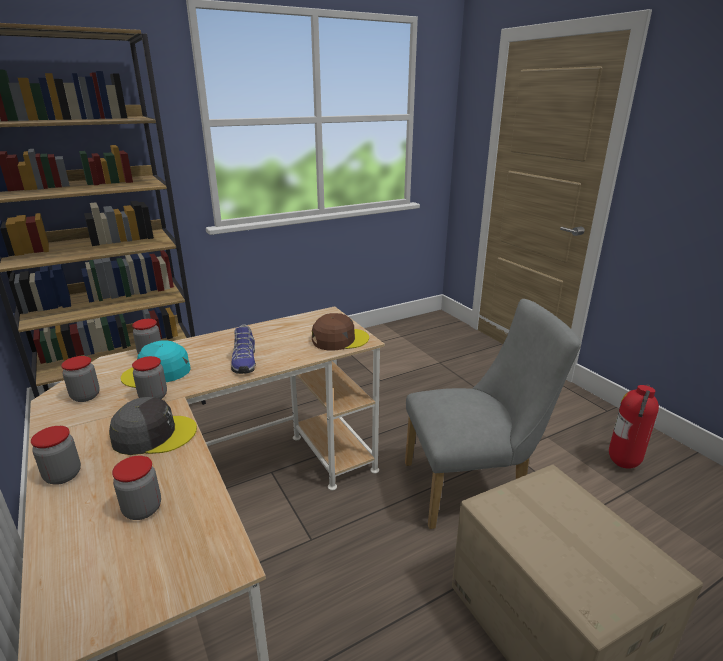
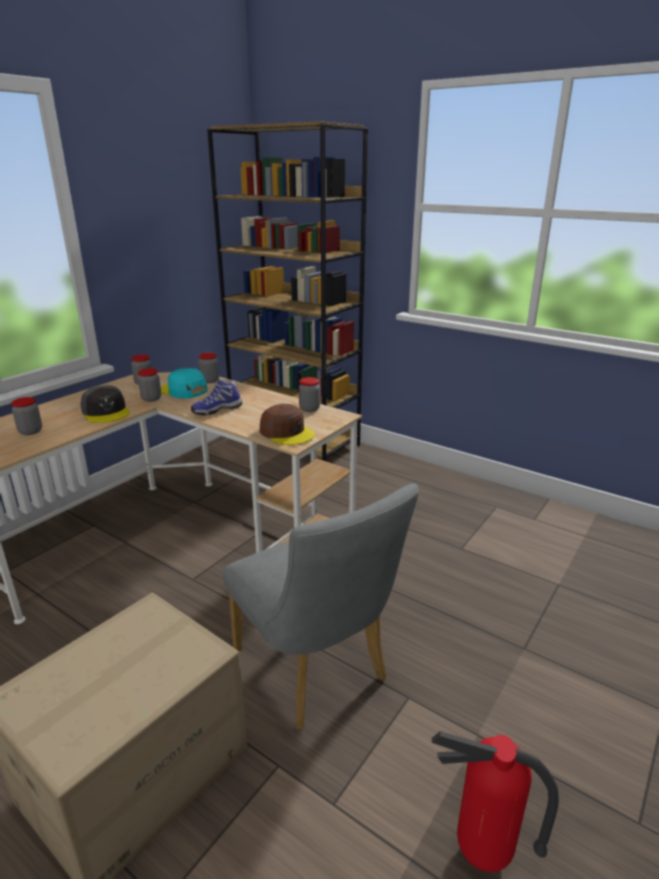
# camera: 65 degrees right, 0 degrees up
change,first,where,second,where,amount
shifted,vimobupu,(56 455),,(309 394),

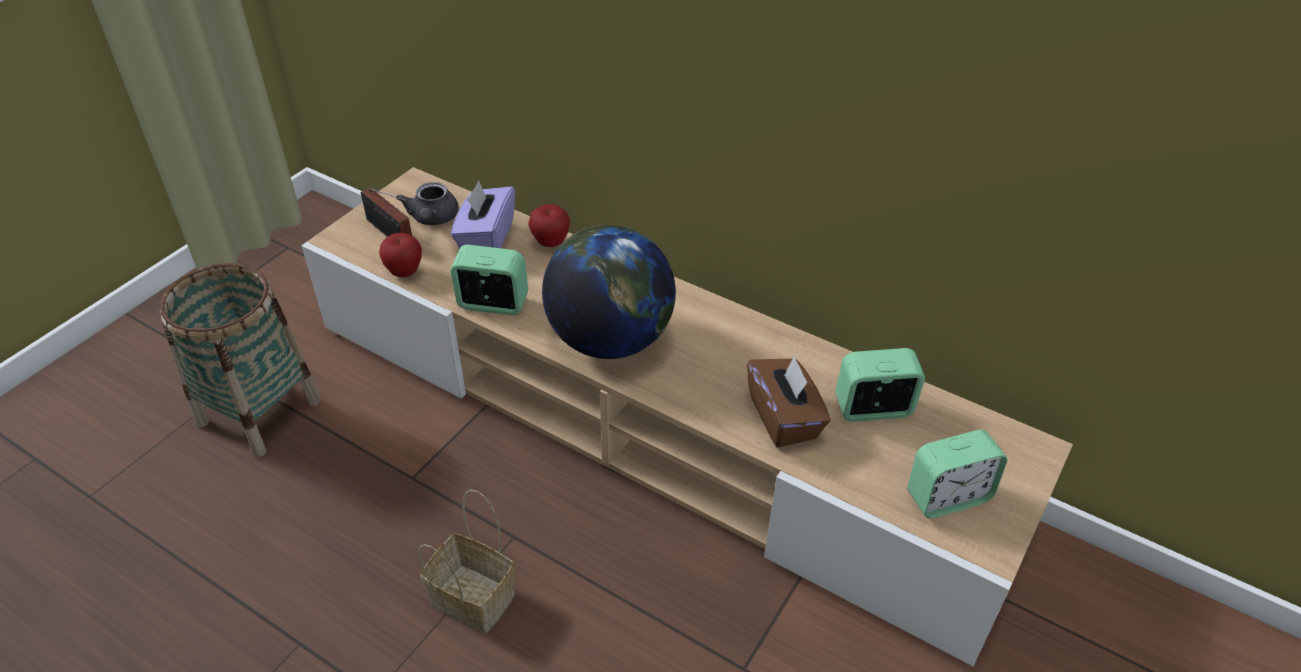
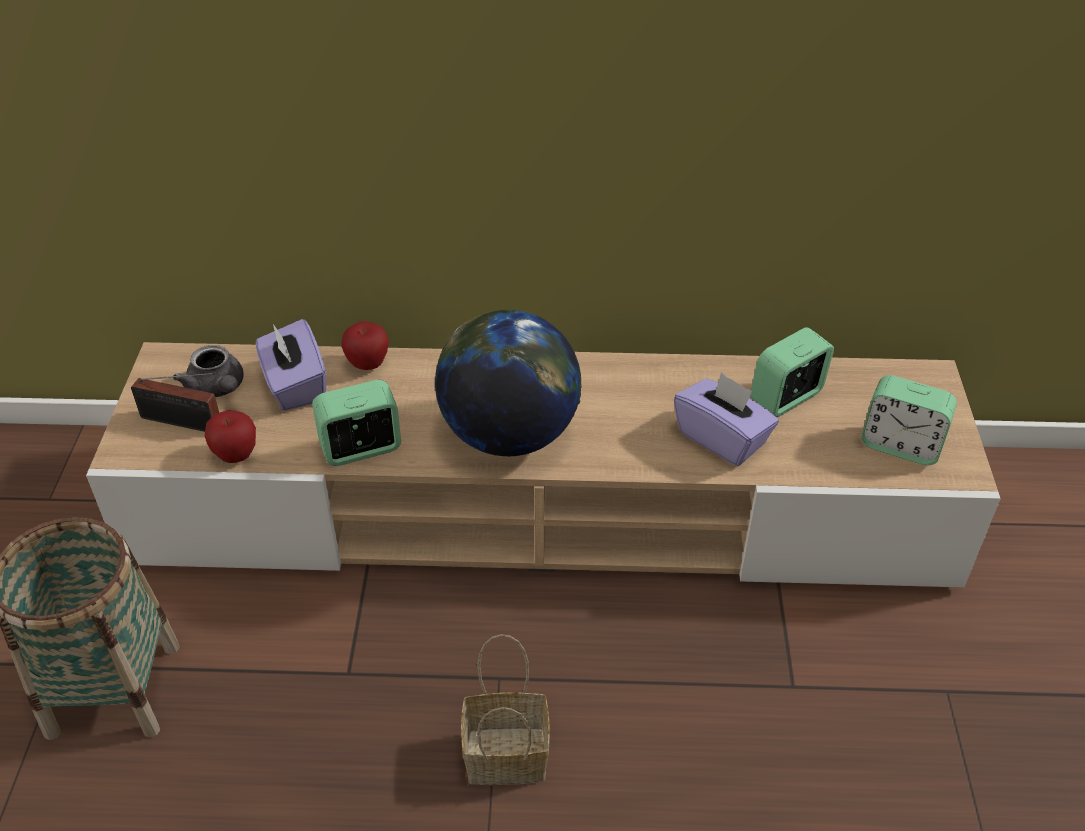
# camera: 30 degrees left, 0 degrees up
change,first,where,second,where,amount
repainted,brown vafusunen,(788 401),purple vafusunen,(726 419),
rotated,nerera,(957 474),,(909 420),75 degrees clockwise

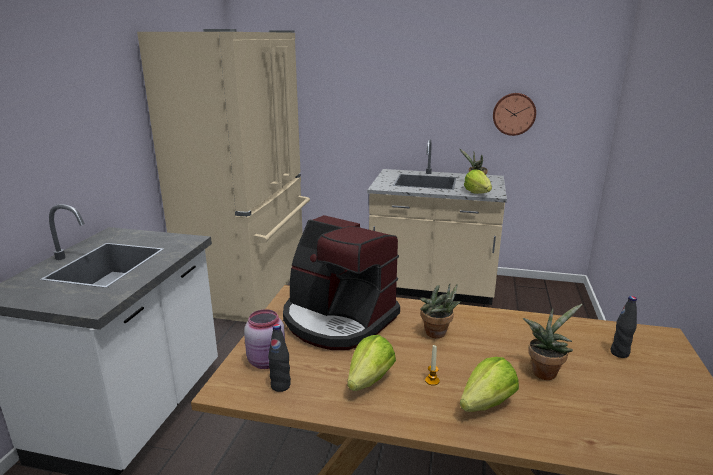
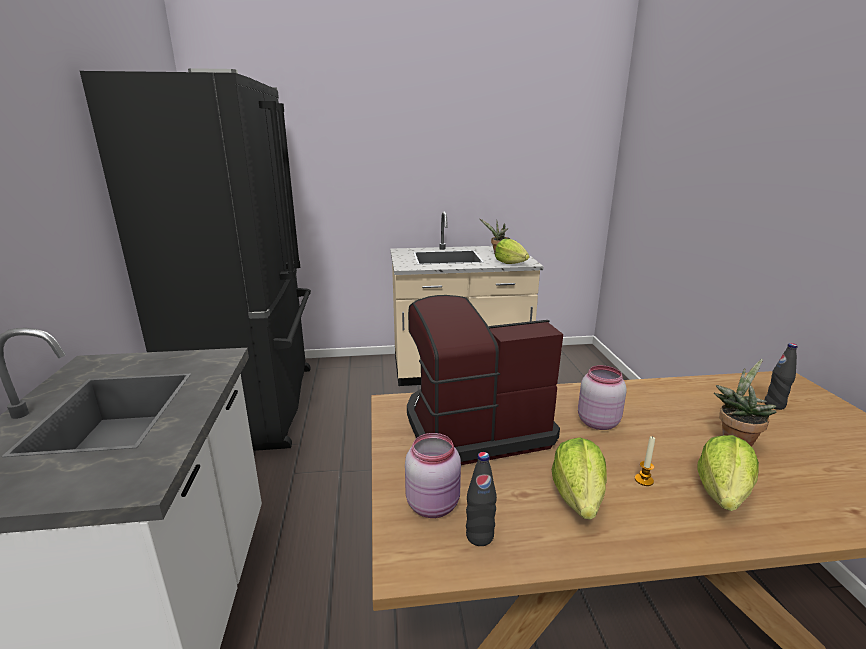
# camera: 20 degrees left, 0 degrees up
change,first,where,second,where,amount
gone,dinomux,(514 114),,,
swapped,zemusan,(440 311),pink vimobupu,(602 397),
repainted,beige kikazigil,(223 175),black kikazigil,(195 259),
rotated,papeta,(341 282),,(485 380),150 degrees clockwise

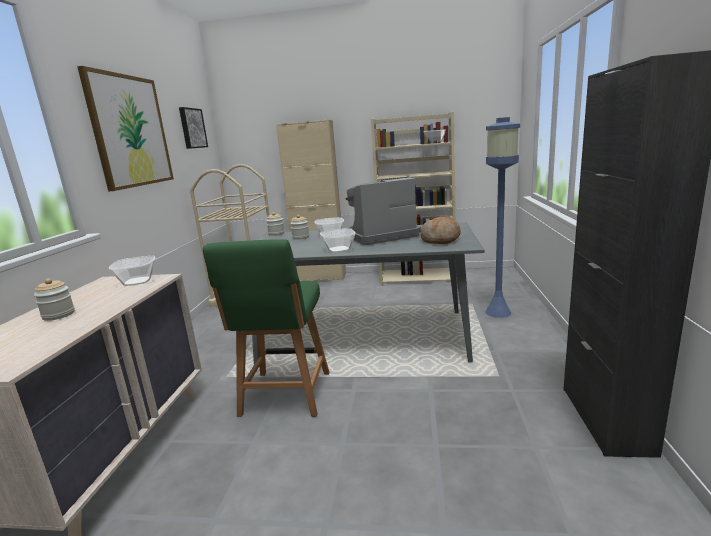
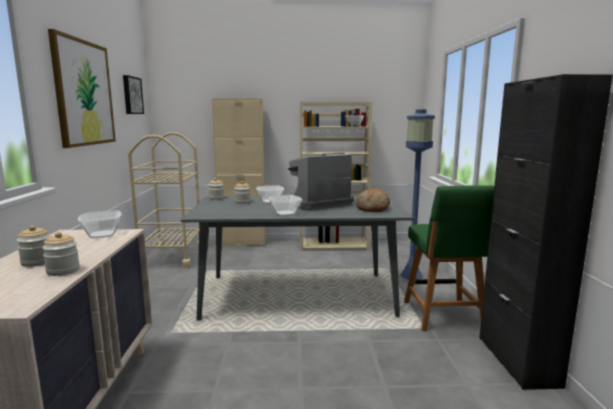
# camera: 10 degrees left, 5 degrees down
change,first,where,second,where,amount
new,,,vimobupu,(61 254),
shifted,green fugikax,(266 328),,(449 258),

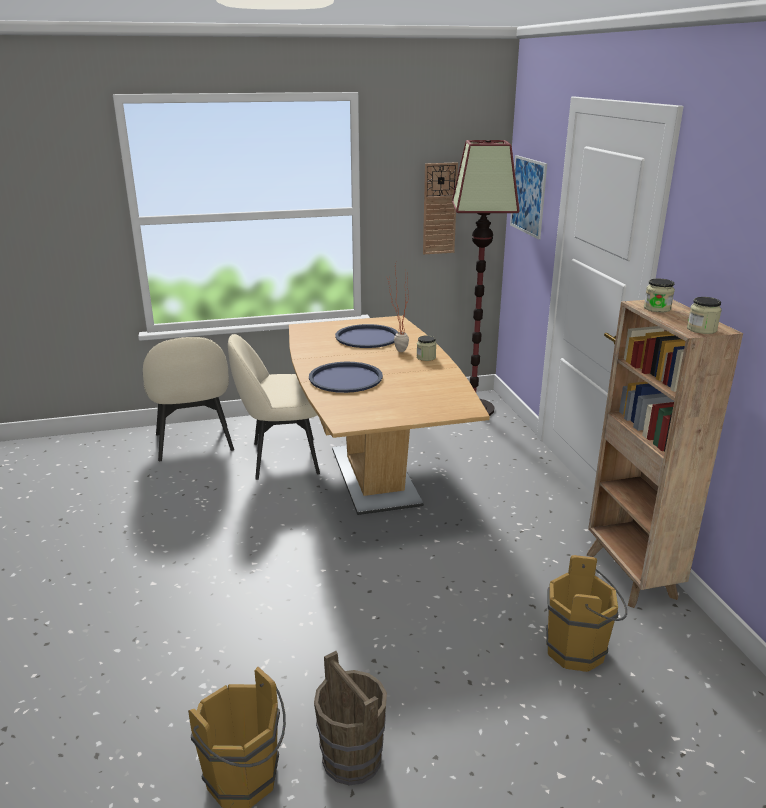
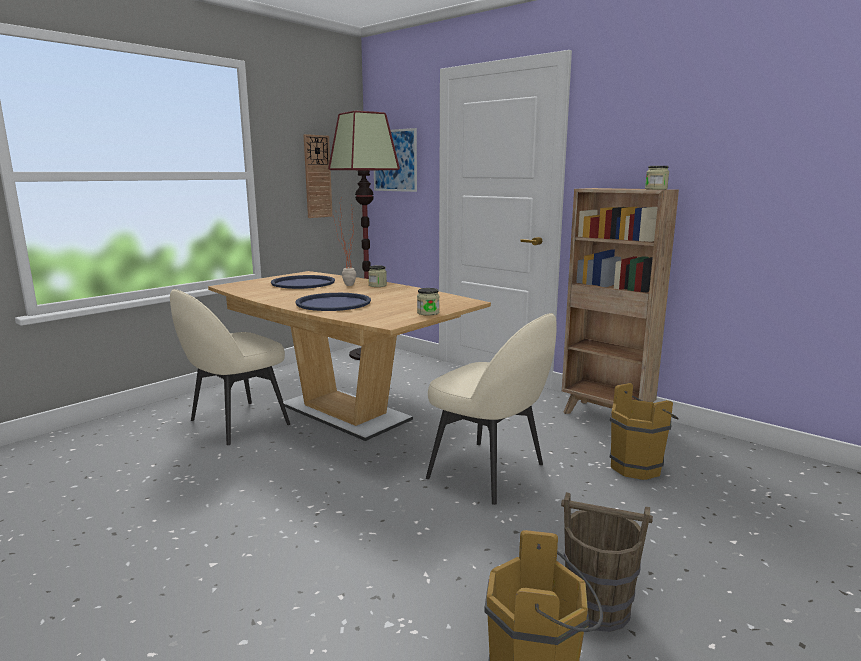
# camera: 35 degrees left, 10 degrees down
change,first,where,second,where,amount
shifted,beige fugikax,(188 399),,(491 409),
shifted,vimobupu,(659 295),,(428 301),

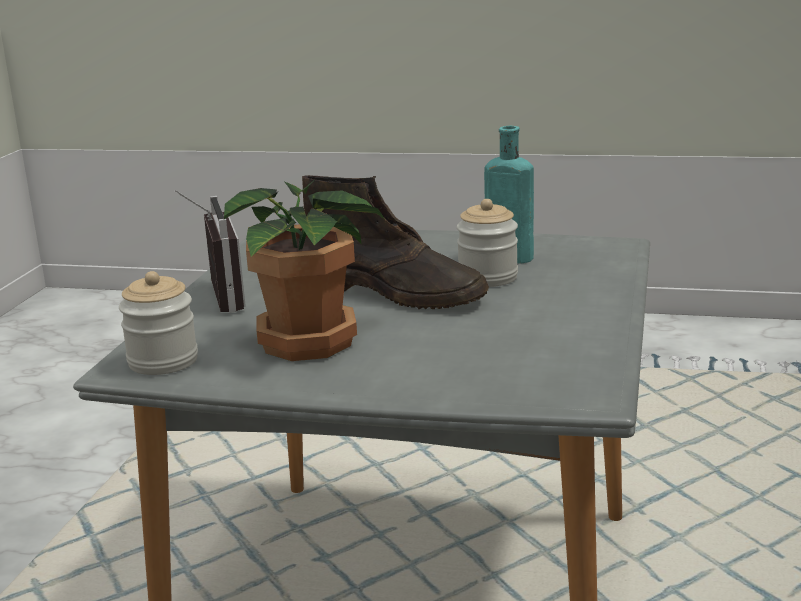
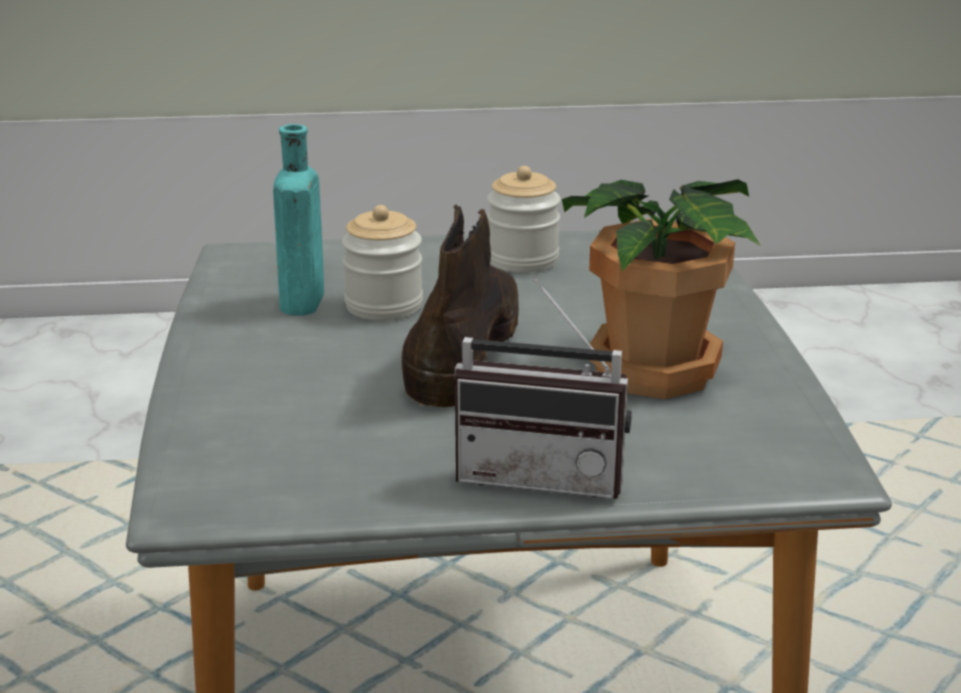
# camera: 110 degrees left, 5 degrees up
change,first,where,second,where,amount
shifted,vimobupu,(158 323),,(524 219),
rotated,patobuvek,(210 251),,(543 389),135 degrees counterclockwise

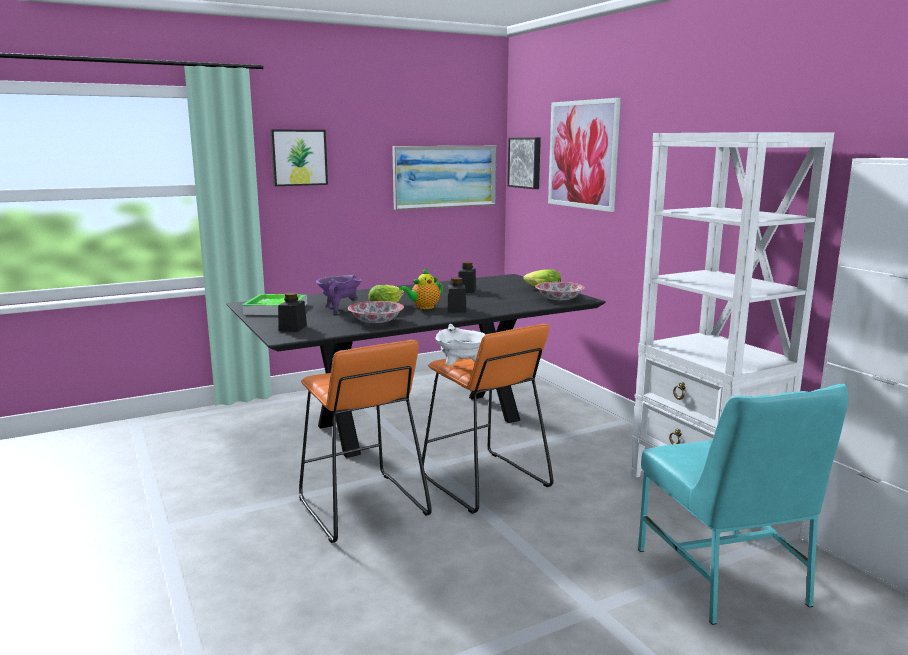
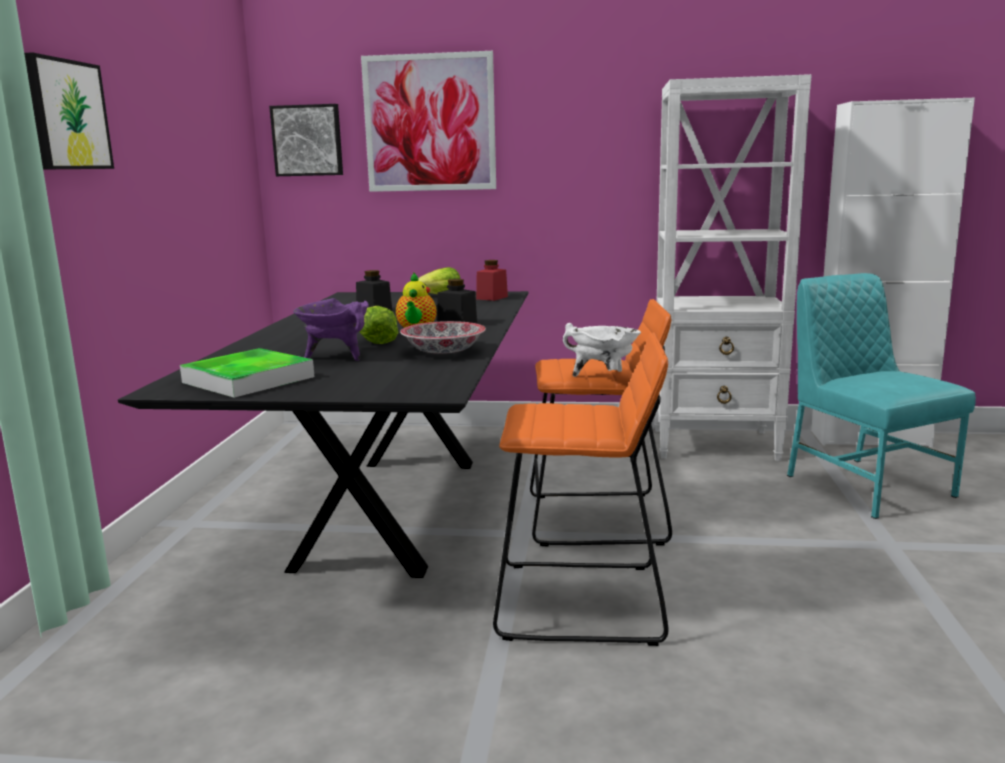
# camera: 55 degrees left, 0 degrees up
change,first,where,second,where,amount
gone,black vimobupu,(292 312),,,
gone,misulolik,(444 178),,,
swapped,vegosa,(560 291),red vimobupu,(492 280),
rotated,turquoise fugikax,(743 504),,(881 396),135 degrees counterclockwise

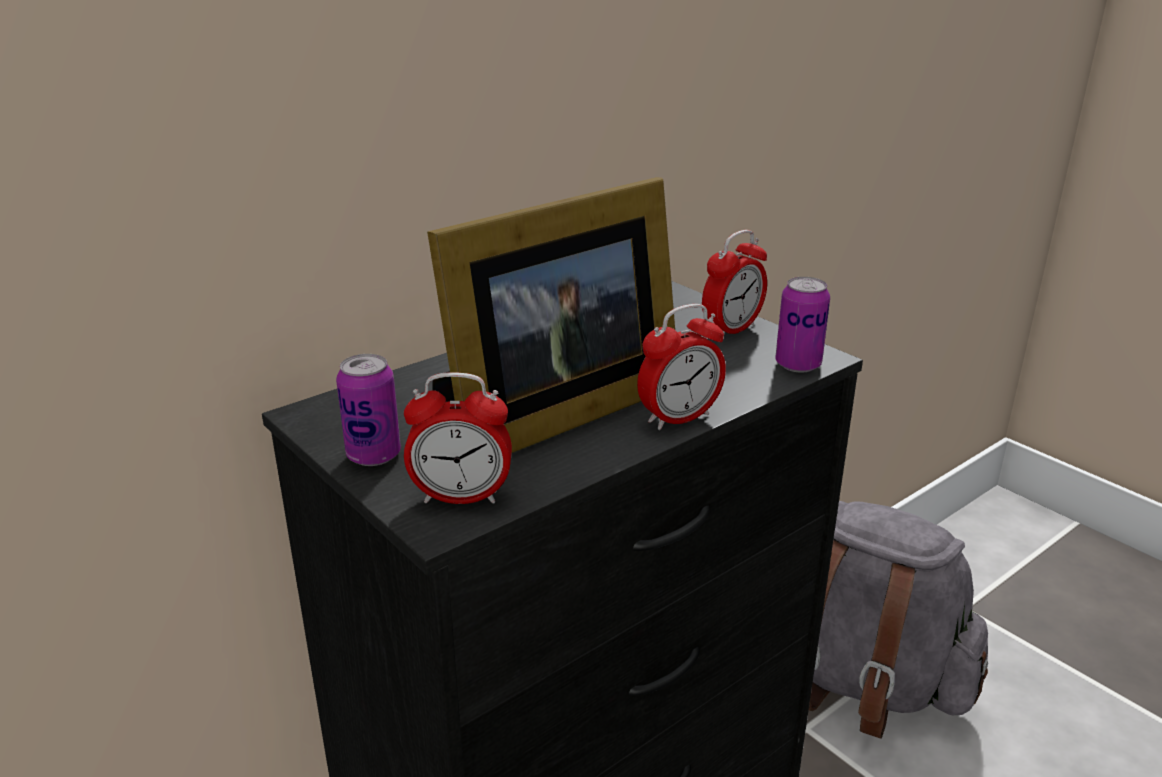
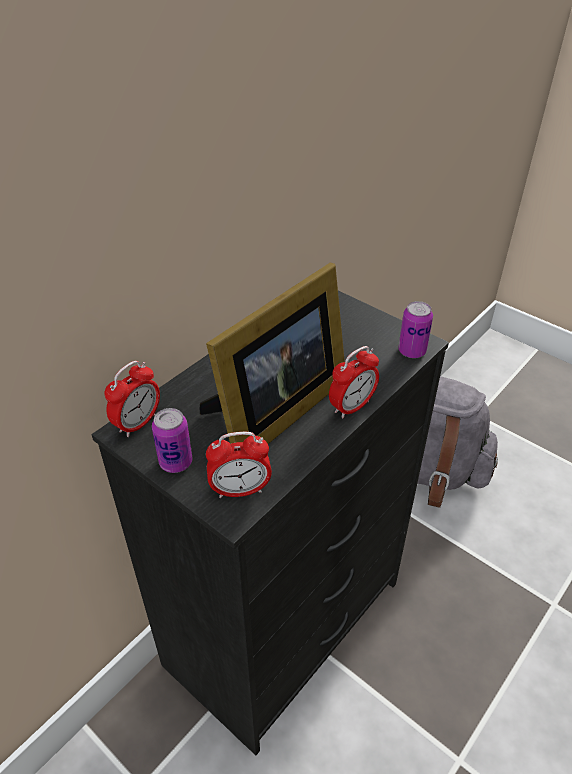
# camera: 10 degrees left, 15 degrees up
change,first,where,second,where,amount
shifted,nerera,(734 282),,(132 399),

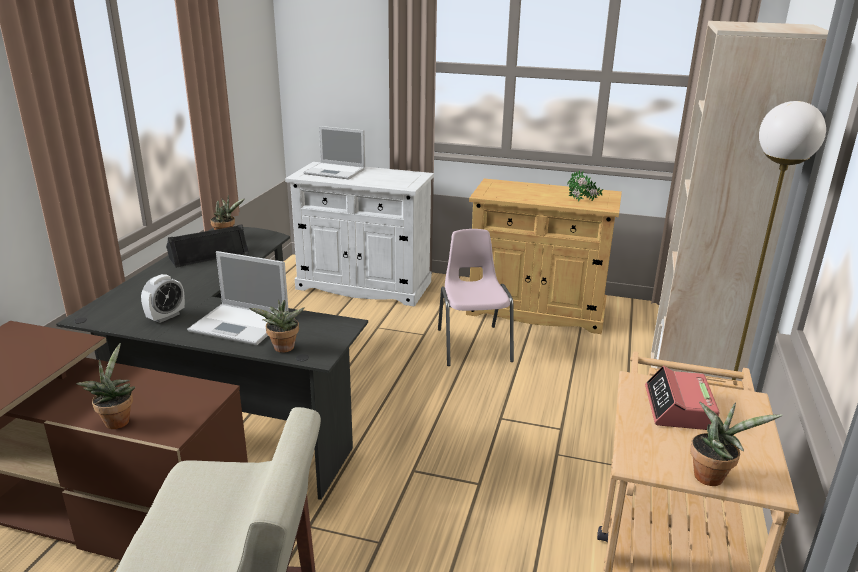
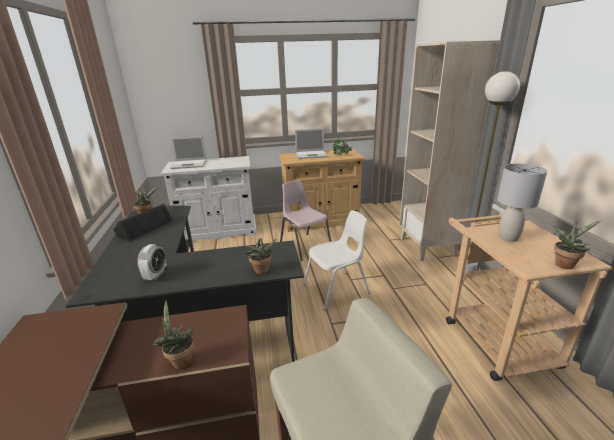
# camera: 25 degrees left, 0 degrees up
change,first,where,second,where,amount
new,,,white fugikax,(336 260),
shifted,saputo,(238 298),,(311 143),
swapped,nerera,(682 398),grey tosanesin,(522 203),

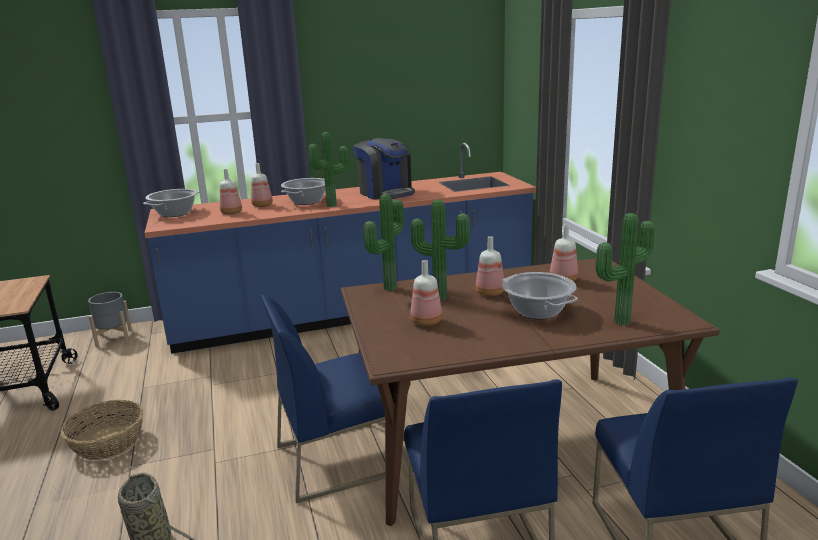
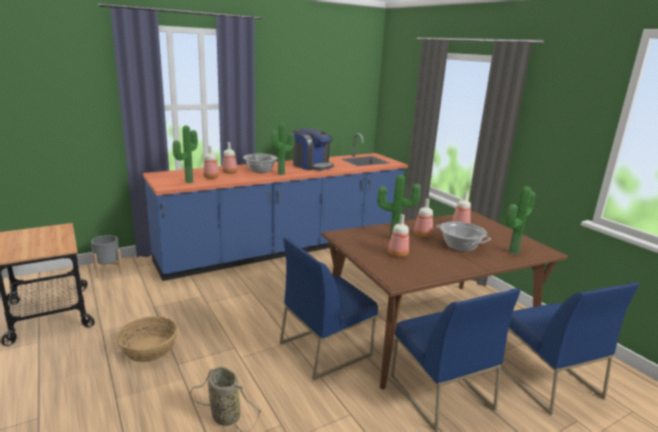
# camera: 15 degrees left, 0 degrees up
change,first,where,second,where,amount
gone,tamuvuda,(171 203),,,
shifted,zemusan,(384 242),,(185 154),

